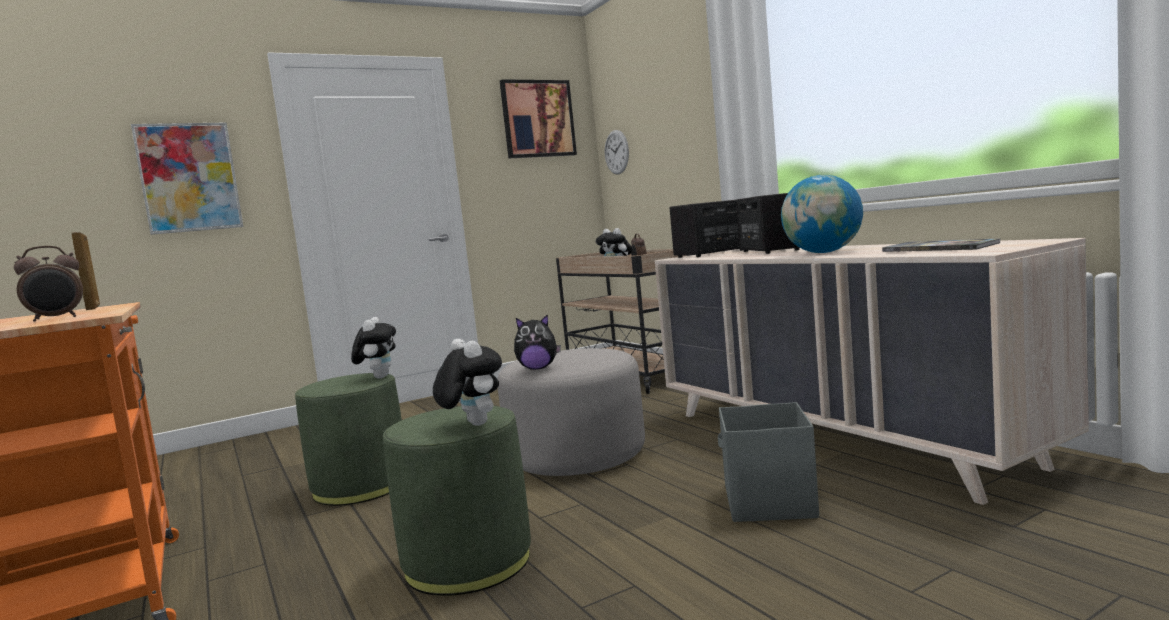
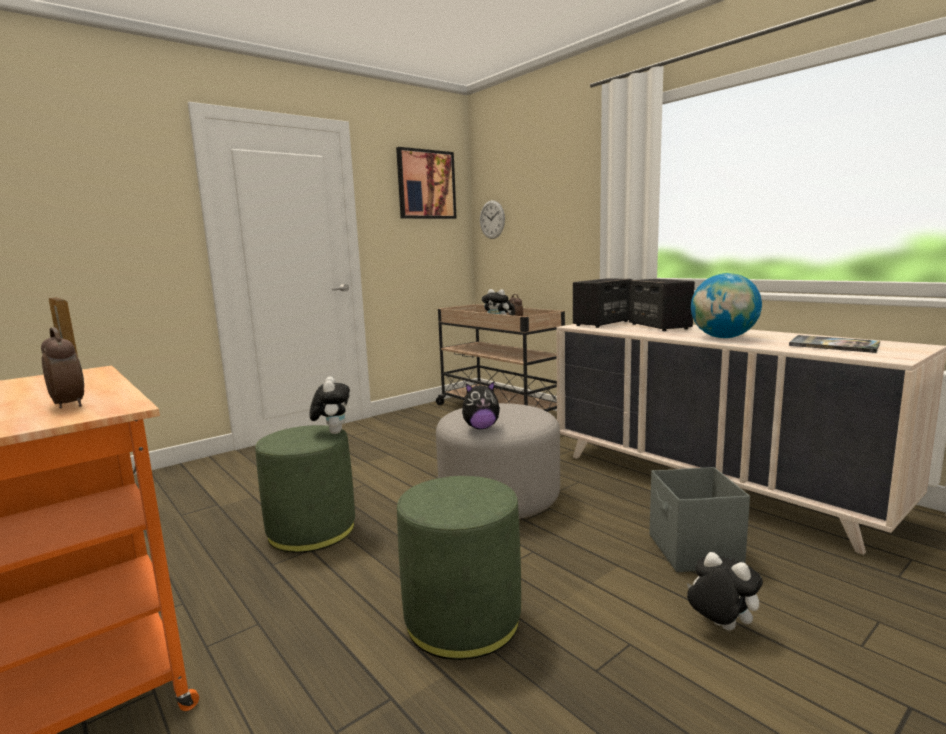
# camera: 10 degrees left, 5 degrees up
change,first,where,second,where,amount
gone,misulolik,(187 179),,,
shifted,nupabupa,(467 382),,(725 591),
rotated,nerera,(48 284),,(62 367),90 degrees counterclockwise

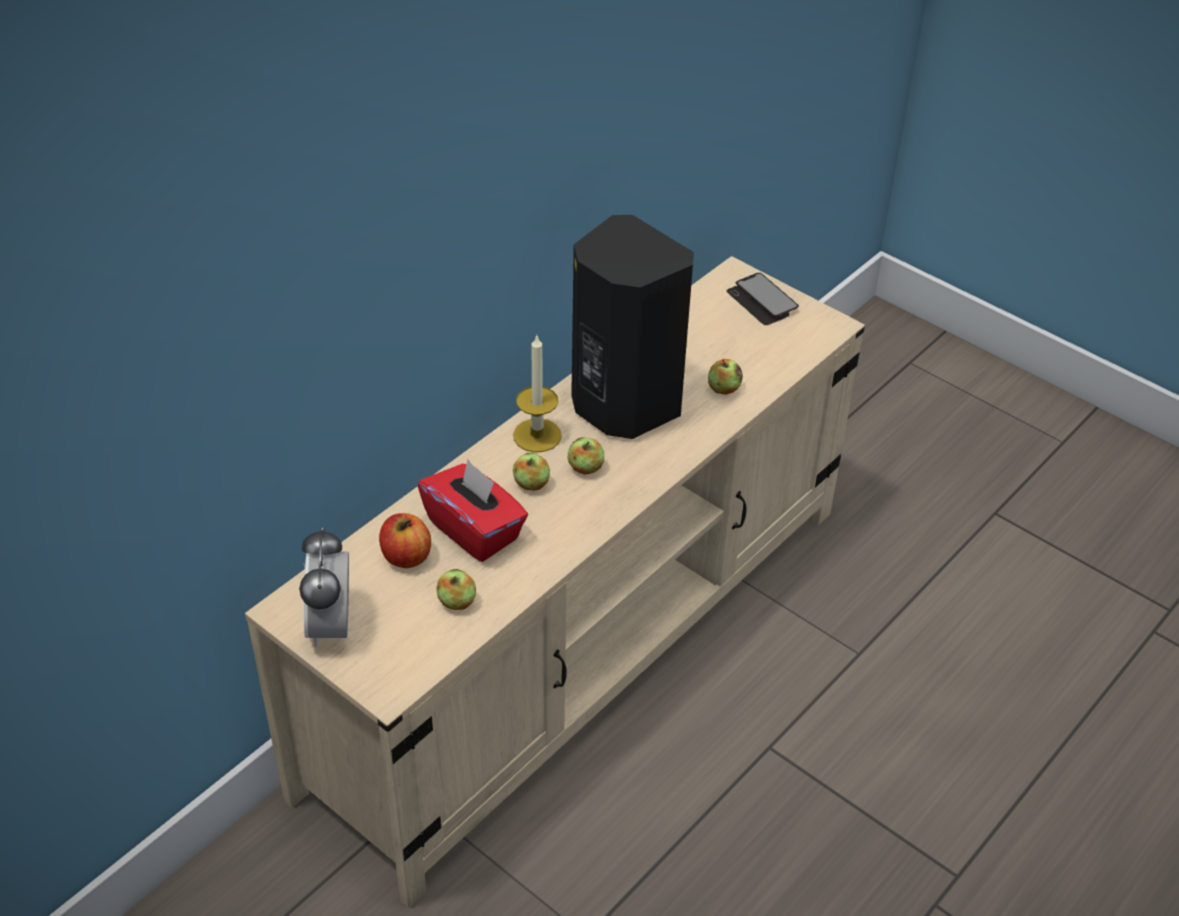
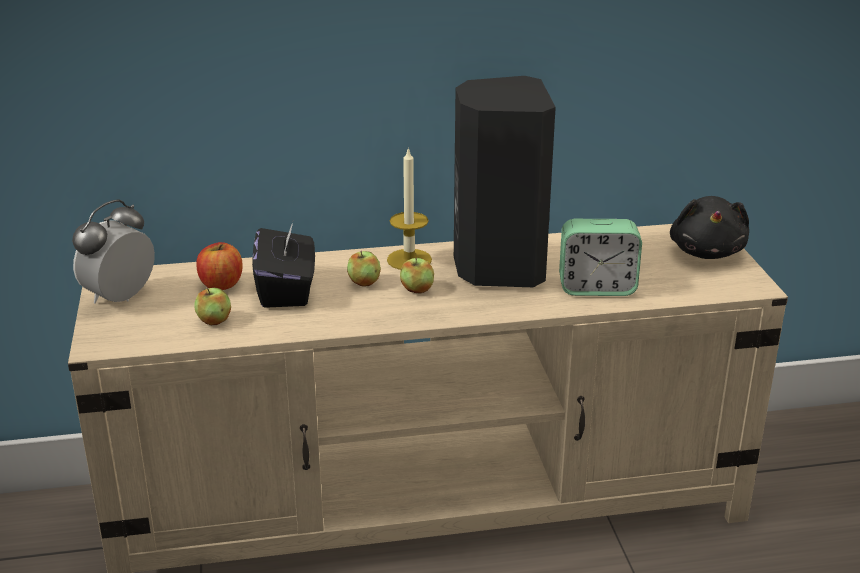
# camera: 40 degrees right, 15 degrees down
change,first,where,second,where,amount
swapped,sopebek,(725 377),nerera,(600 257),
swapped,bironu,(763 299),black nupabupa,(709 227),
repainted,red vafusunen,(473 510),black vafusunen,(283 263),

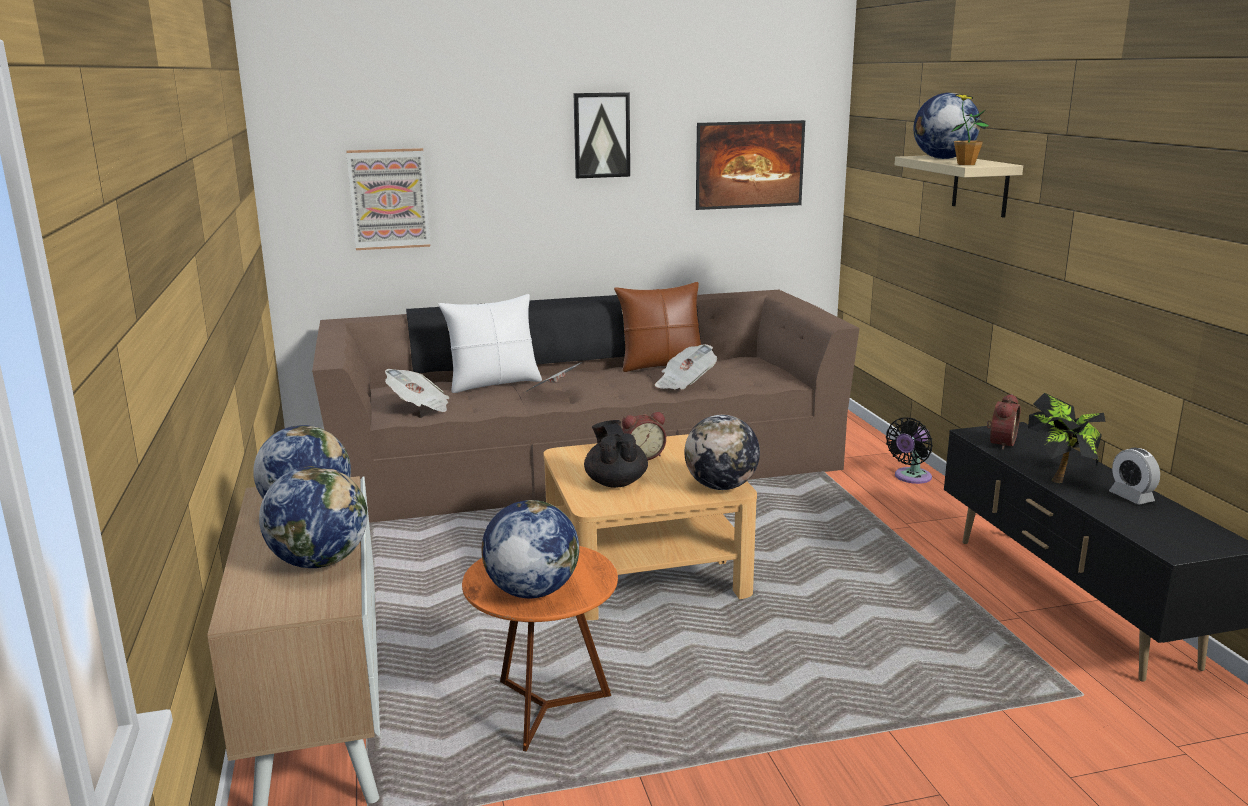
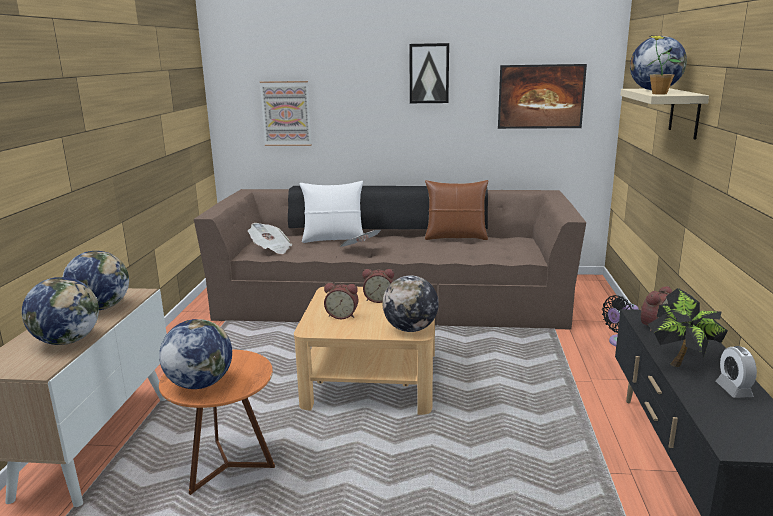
# camera: 20 degrees right, 0 degrees up
change,first,where,second,where,amount
gone,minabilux,(686 367),,,
swapped,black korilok,(616 454),nerera,(341 301),

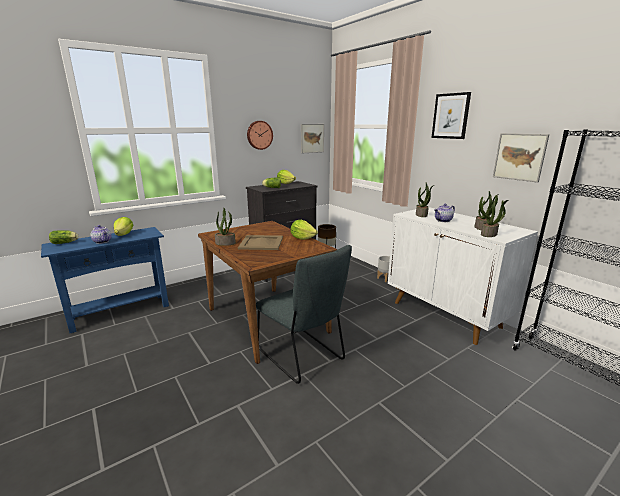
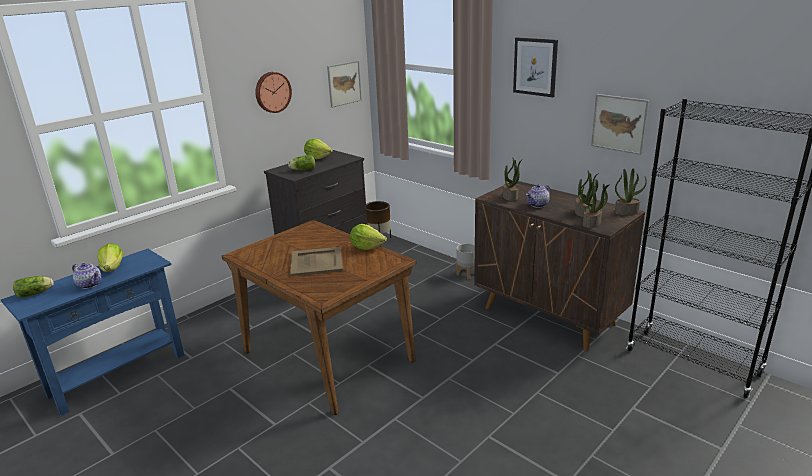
# camera: 10 degrees left, 5 degrees up
change,first,where,second,where,amount
gone,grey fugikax,(304 314),,,
shifted,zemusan,(225 226),,(631 192),
repainted,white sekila,(463 276),brown sekila,(559 266),

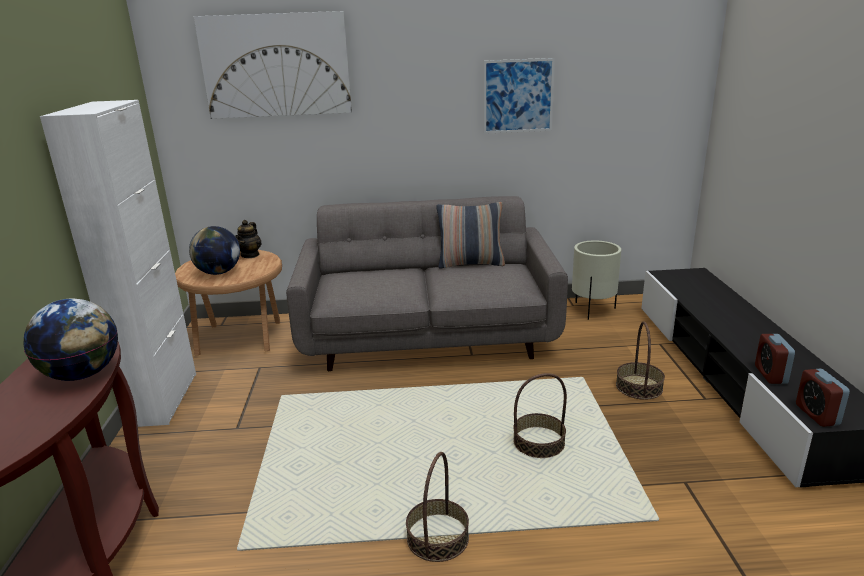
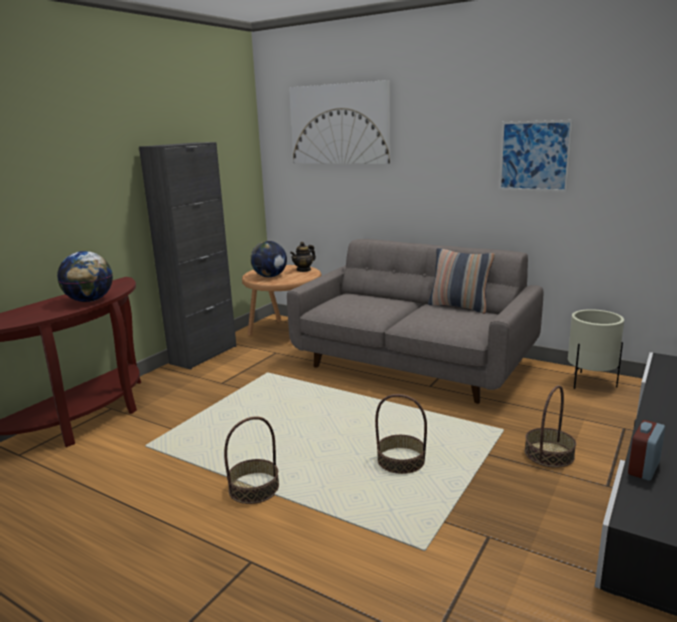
# camera: 35 degrees right, 5 degrees down
change,first,where,second,where,amount
gone,nerera,(823 398),,,
repainted,white sekila,(118 263),black sekila,(188 256),

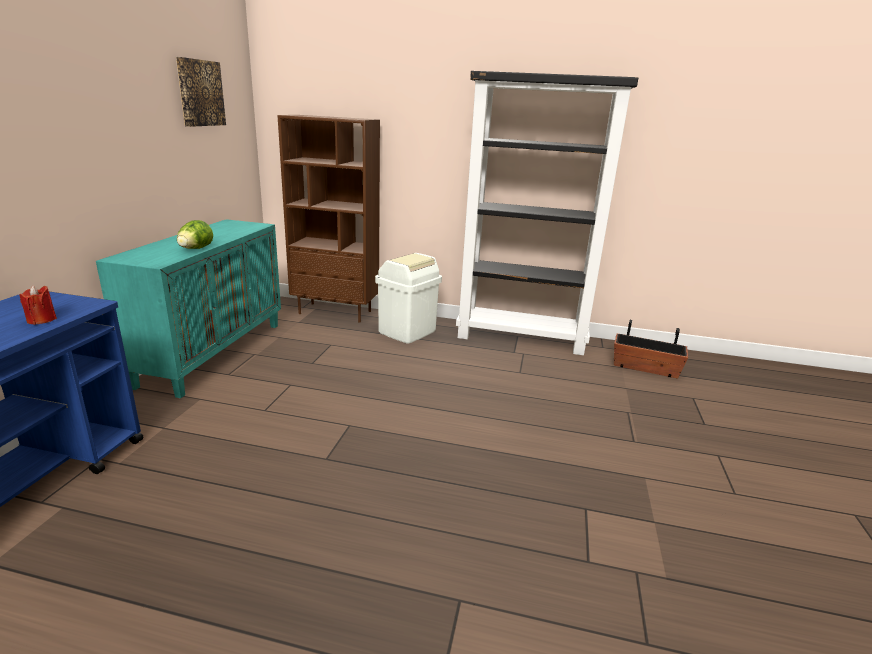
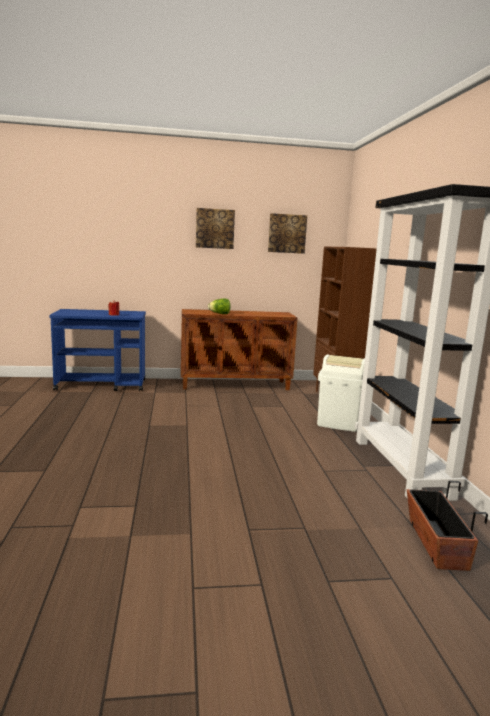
# camera: 70 degrees right, 10 degrees down
change,first,where,second,where,amount
new,,,misulolik,(215 228),
repainted,turquoise sekila,(188 308),brown sekila,(239 349),

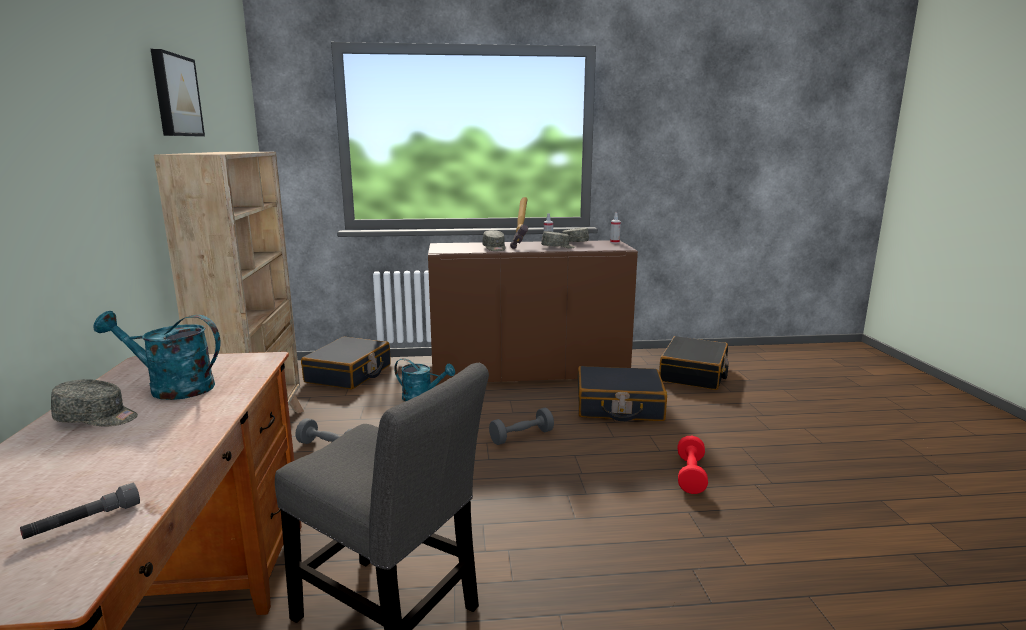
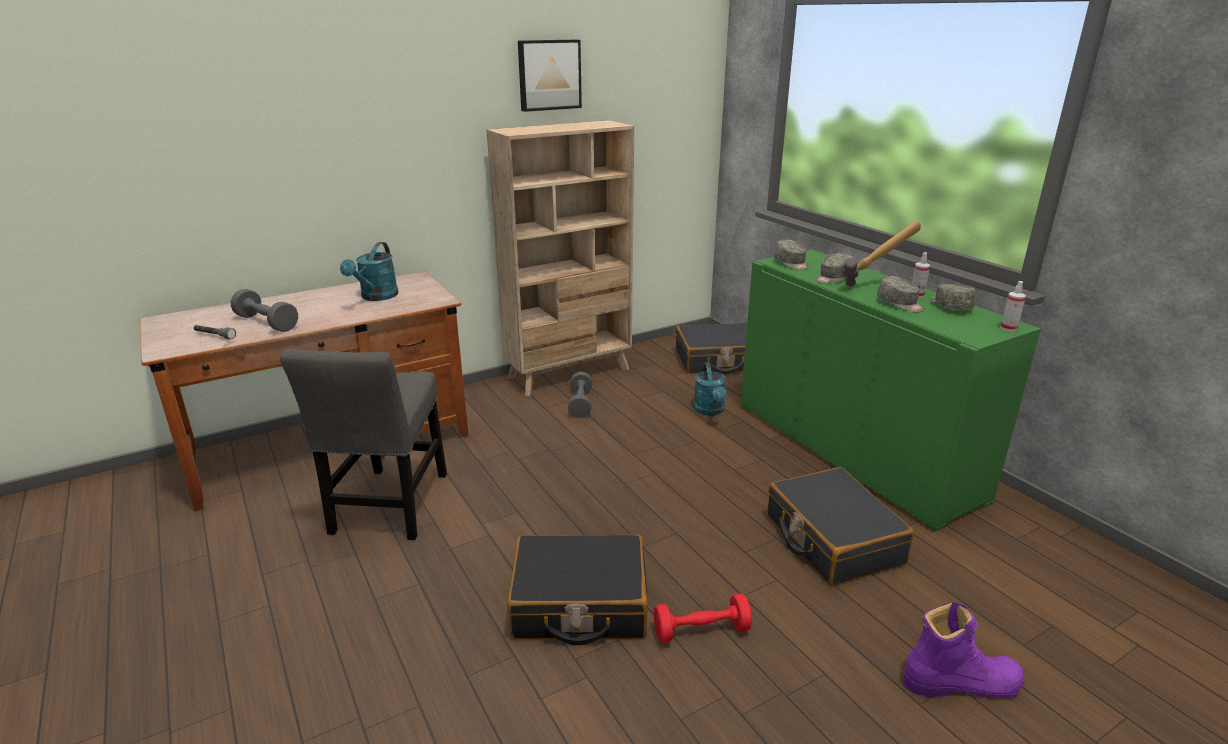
# camera: 65 degrees right, 10 degrees up
change,first,where,second,where,amount
new,,,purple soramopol,(963 650),
shifted,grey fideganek,(94 403),,(791 255),
shifted,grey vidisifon,(521 426),,(264 310),
shifted,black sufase,(694 363),,(577 589),
repainted,brown sekila,(533 313),green sekila,(890 390),
rotated,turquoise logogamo,(157 355),,(369 271),150 degrees counterclockwise

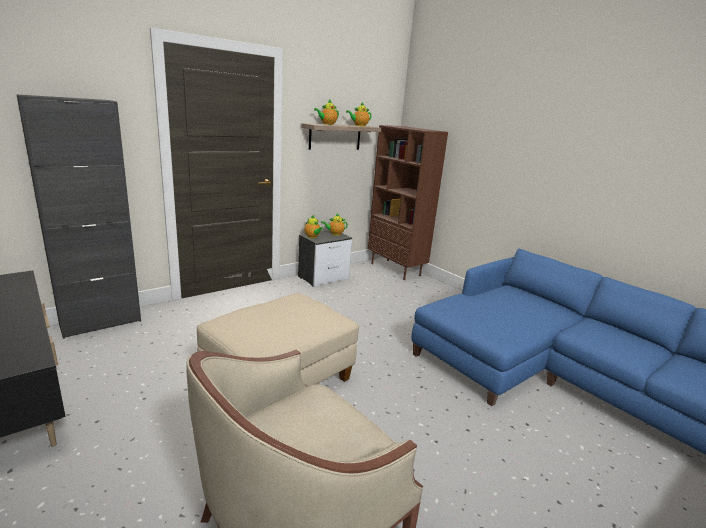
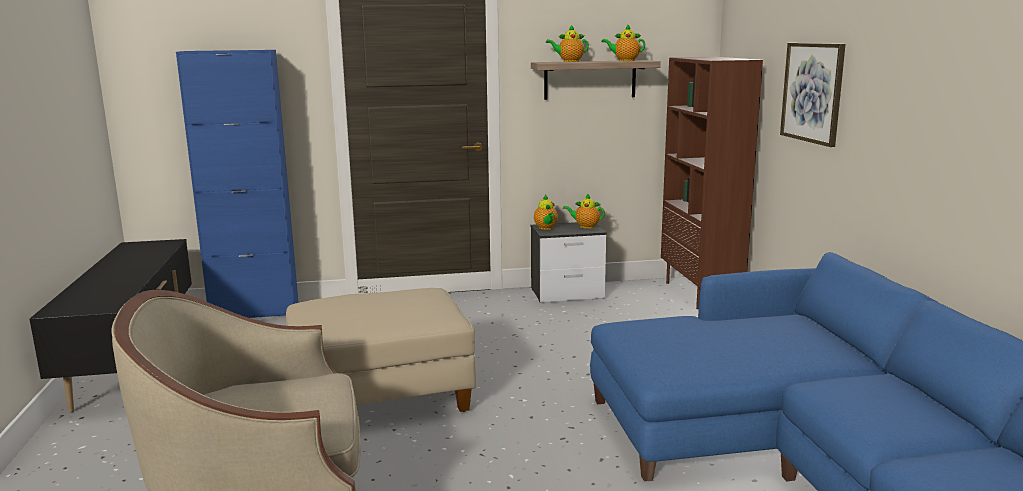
# camera: 30 degrees right, 5 degrees down
change,first,where,second,where,amount
new,,,misulolik,(813 95),
repainted,black sekila,(78 216),blue sekila,(237 184),

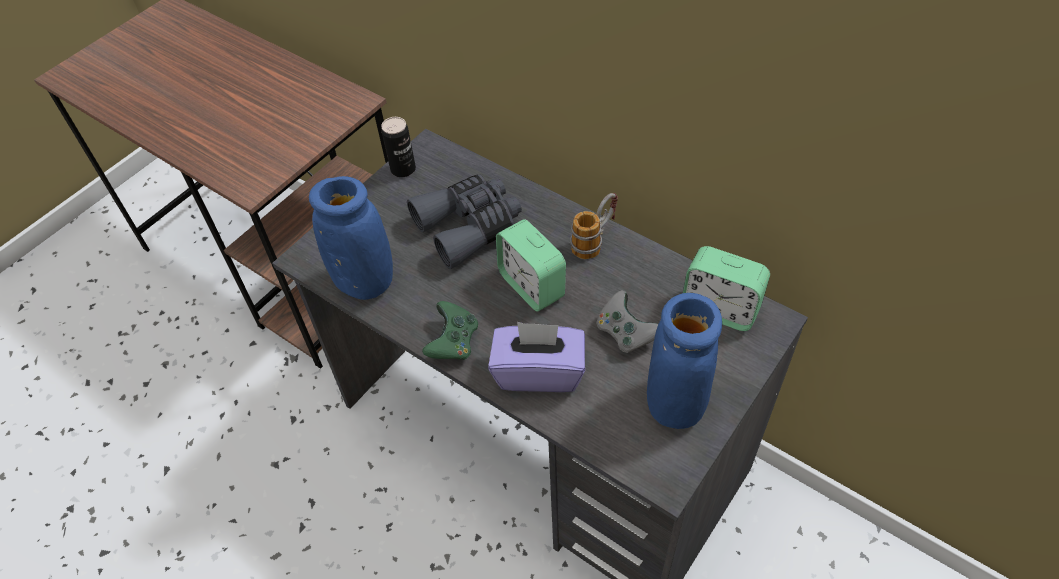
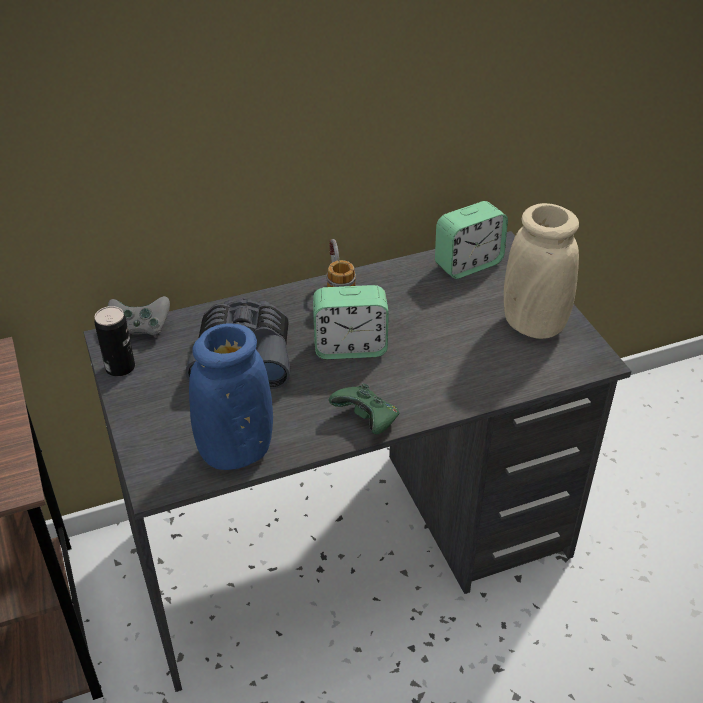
# camera: 60 degrees left, 10 degrees down
change,first,where,second,where,amount
gone,purple vafusunen,(536 357),,,
shifted,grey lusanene,(627 321),,(139 317),
repainted,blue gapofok,(684 361),beige gapofok,(541 271),

